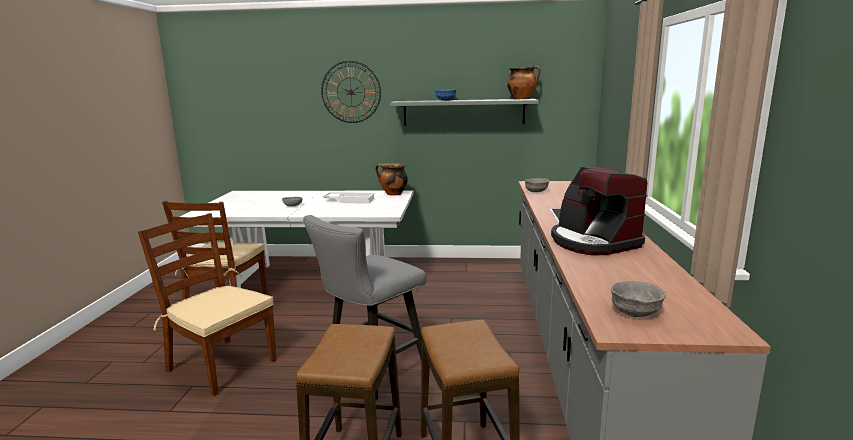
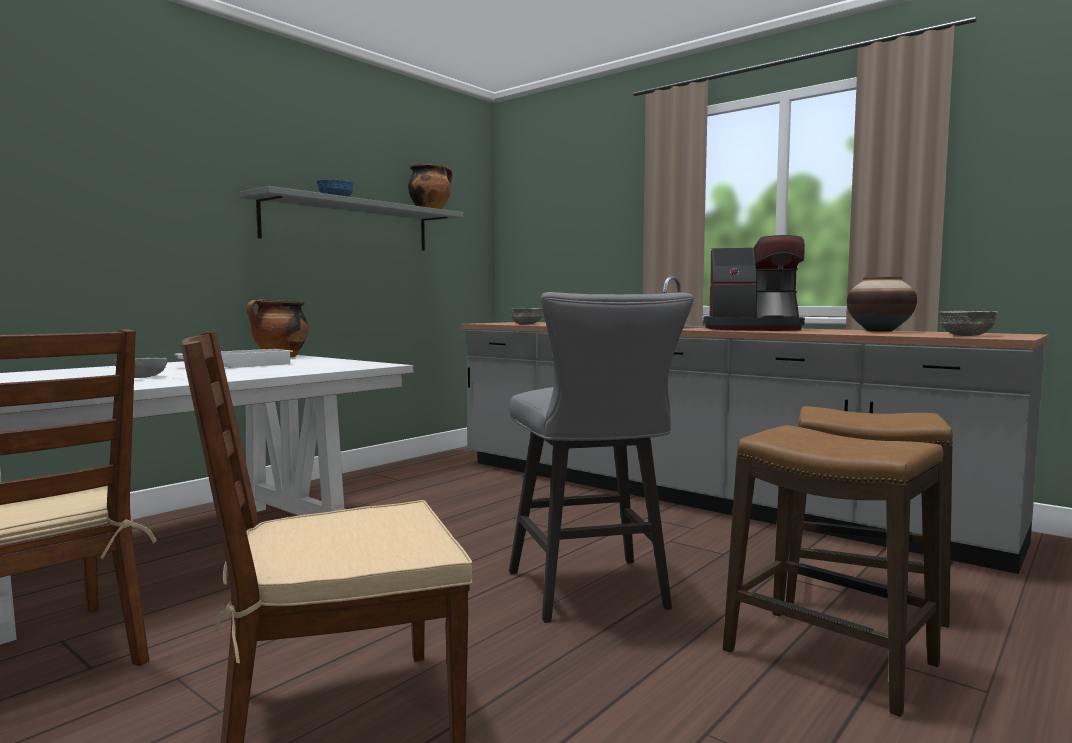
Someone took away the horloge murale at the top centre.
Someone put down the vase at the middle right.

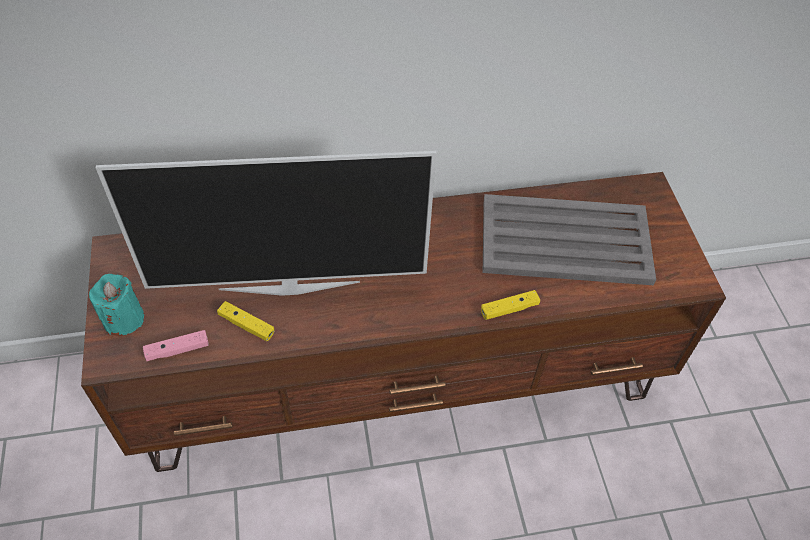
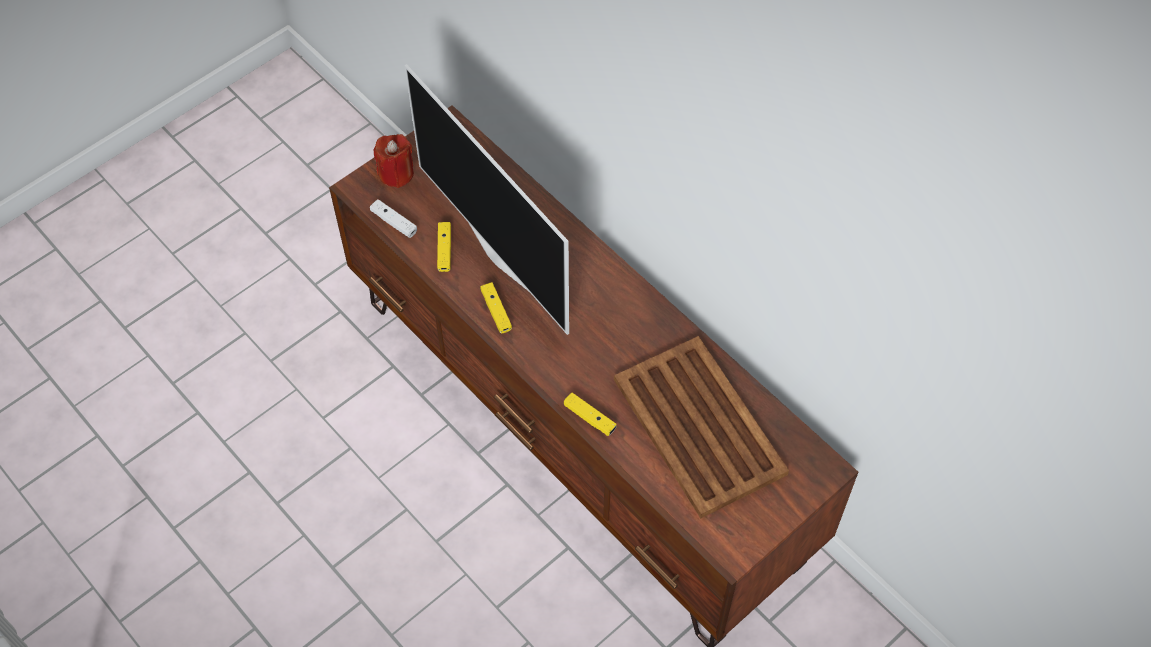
Someone repainted the plateau/gris at the middle right, which became the plateau/marron at the centre.
Someone repainted the bougie/turquoise at the middle left, which became the bougie/rouge at the top centre.
Someone repainted the manette/rose at the middle left, which became the manette/blanc at the centre.
Someone put down the manette/jaune (no. 2 from left) at the centre.

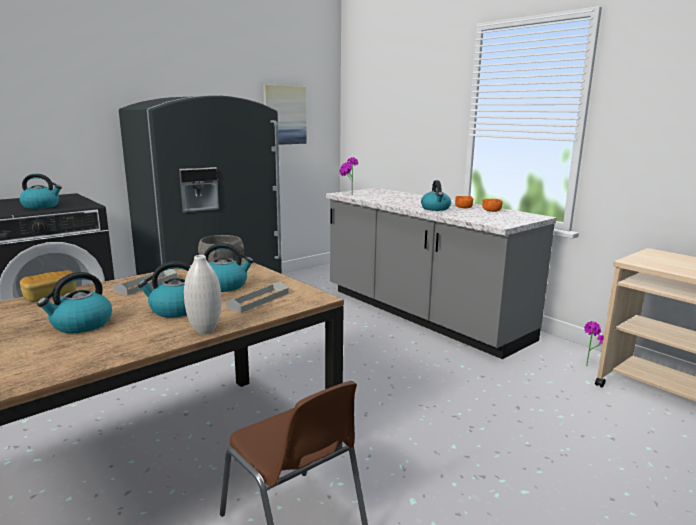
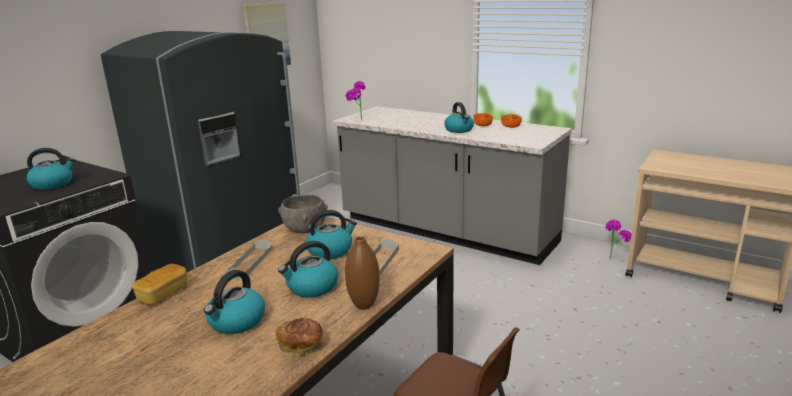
Someone repainted the vase/blanc at the middle left, which became the vase/marron at the bottom centre.
Someone put down the pain (no. 2 from left) at the bottom centre.

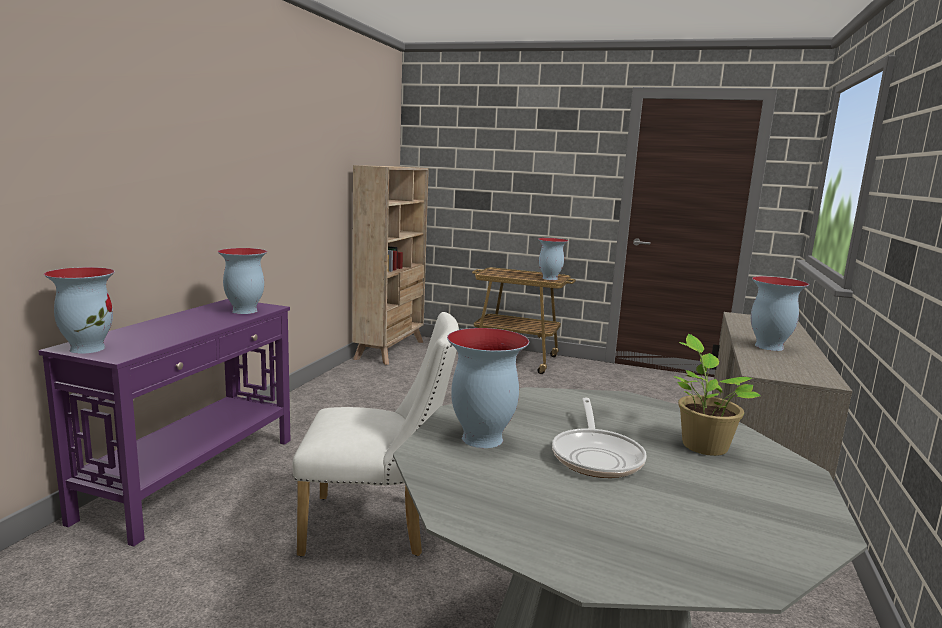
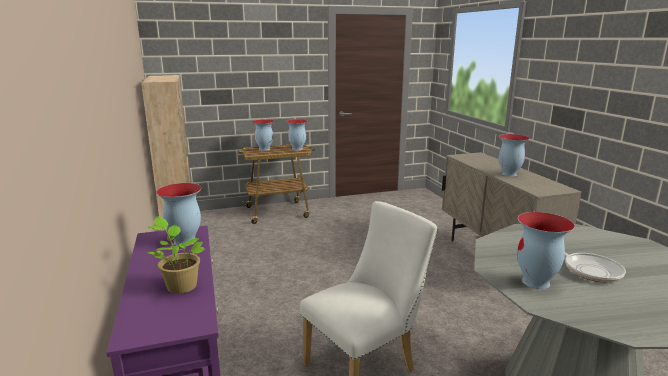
Someone carried the vase (no. 1 from left in the first image) from the middle left to the centre.
Someone carried the plante en pot from the middle right to the bottom left.

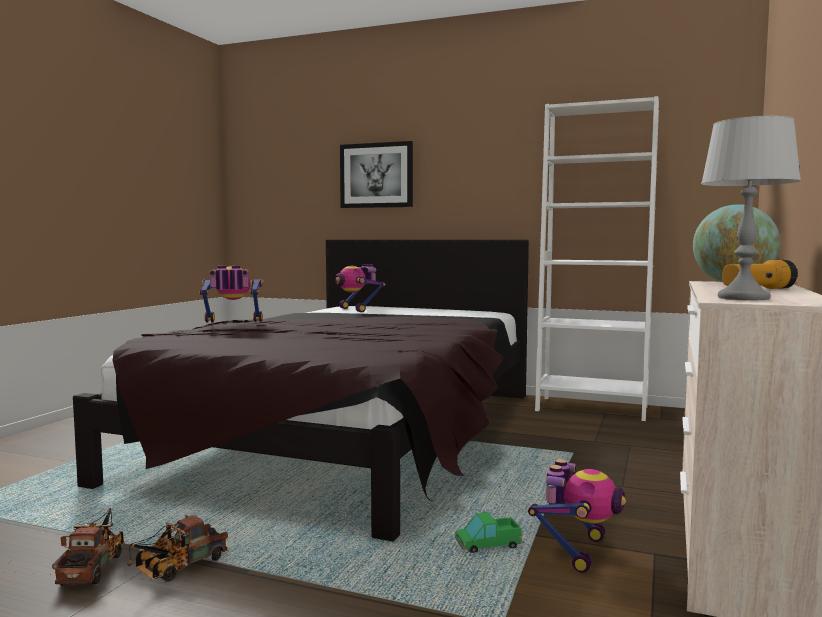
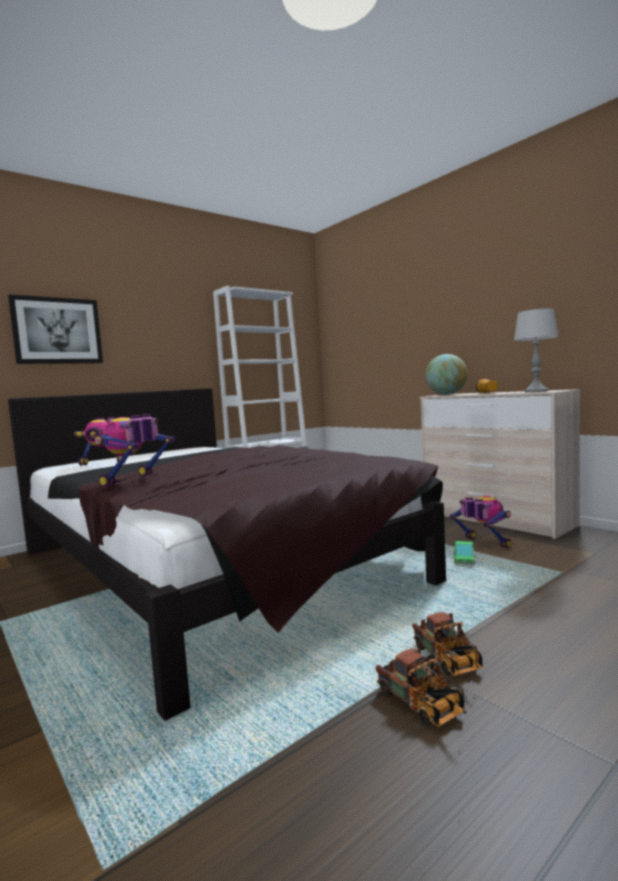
Someone rotated the camion jouet (no. 1 from left) at the bottom left by 150 degrees counterclockwise.

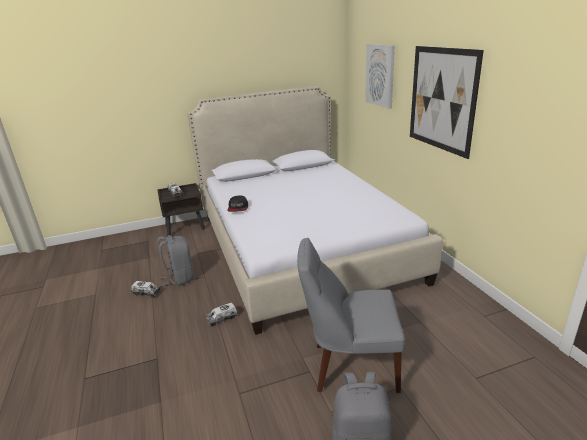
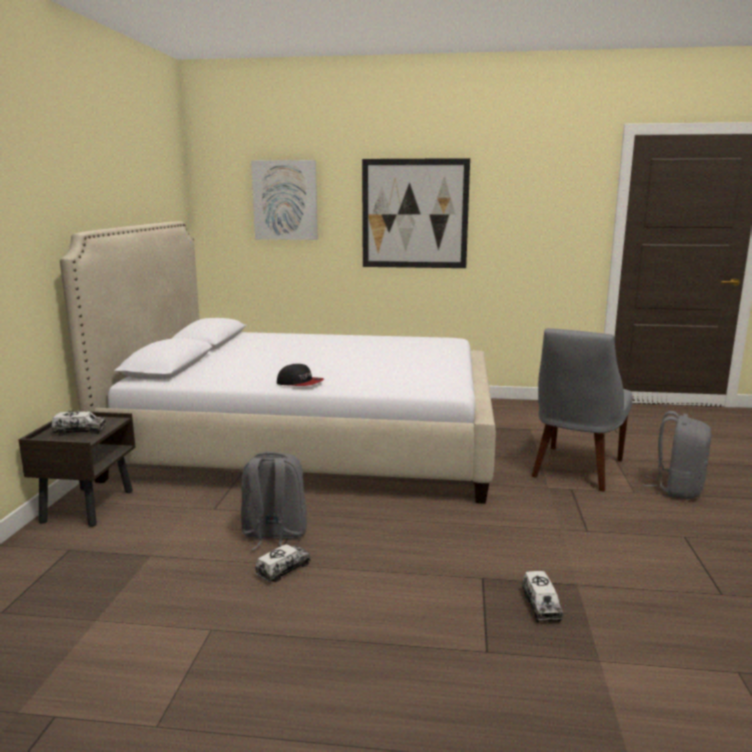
Someone carried the camion jouet (no. 3 from left) from the bottom centre to the bottom right.

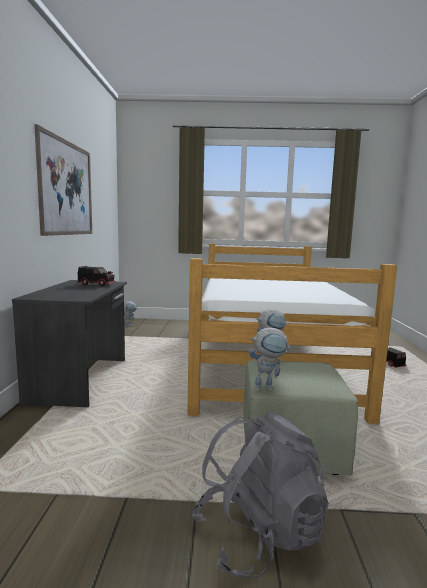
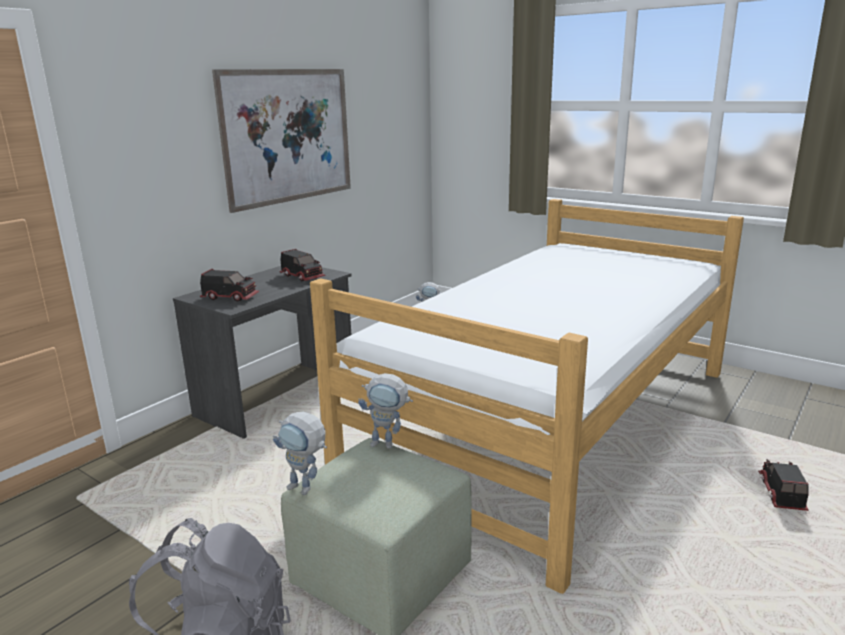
Someone put down the camion jouet (no. 1 from left) at the middle left.

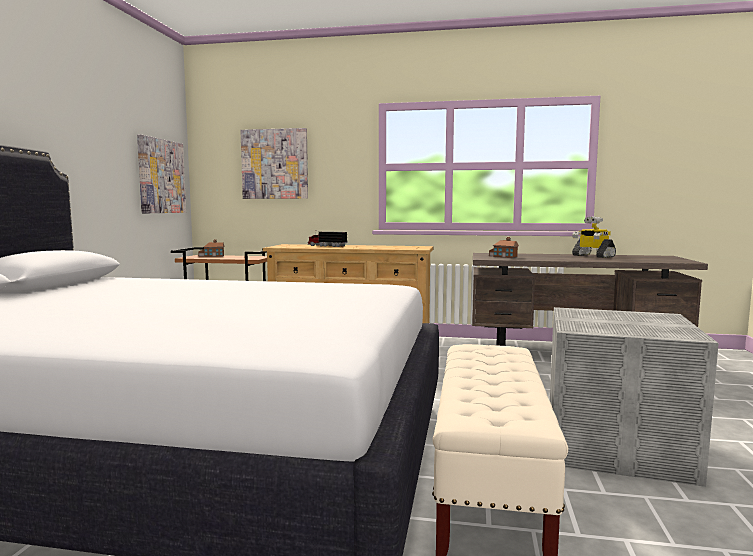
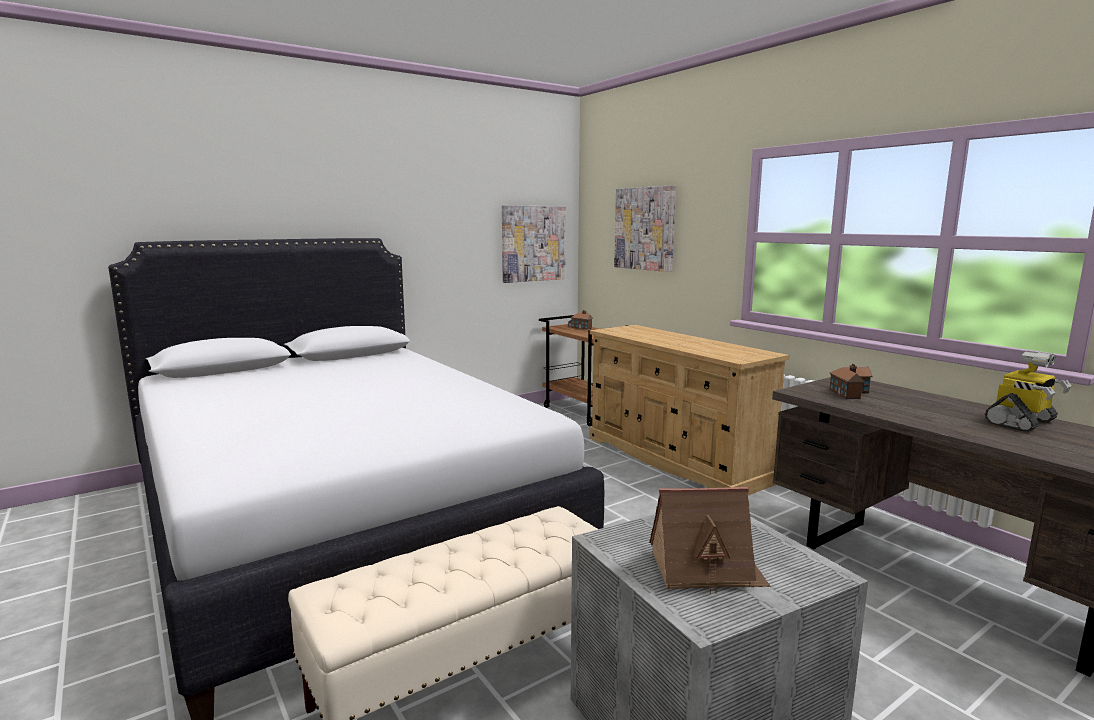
Someone rotated the robot jouet at the middle right by 135 degrees counterclockwise.
Someone took away the camion jouet at the centre.
Someone put down the maison miniature (no. 2 from left) at the bottom centre.

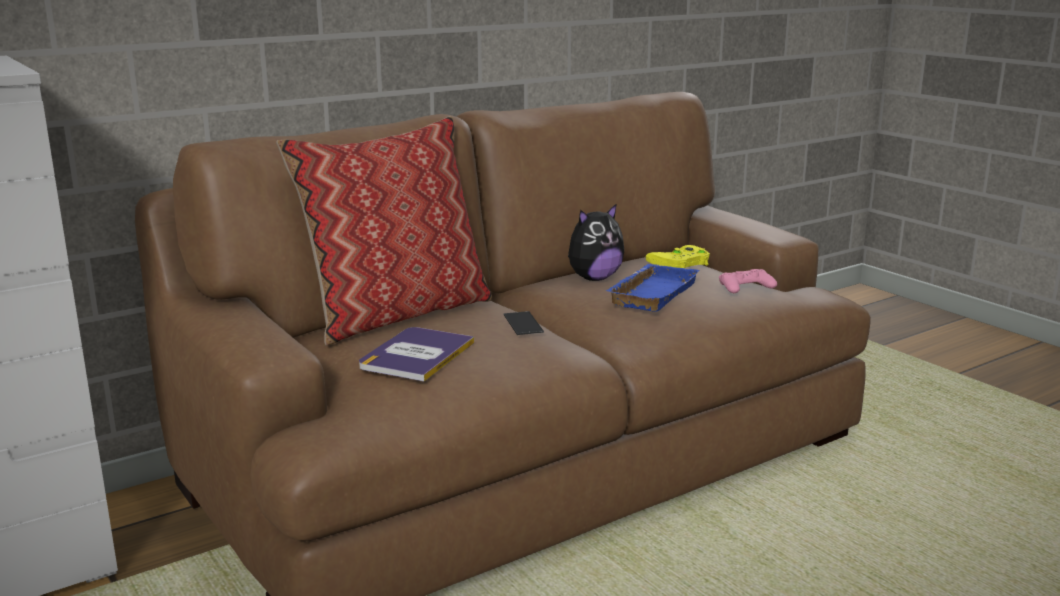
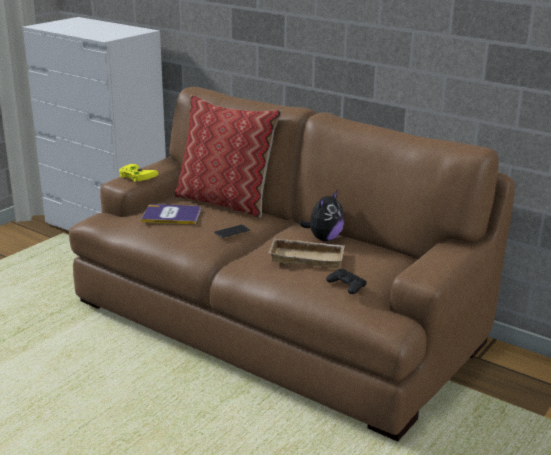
Someone rotated the peluche at the centre by 90 degrees counterclockwise.
Someone carried the manette/jaune from the centre to the middle left.
Someone repainted the plateau/bleu at the centre, which became the plateau/beige at the centre.
Someone repainted the manette/rose at the middle right, which became the manette/noir at the centre.

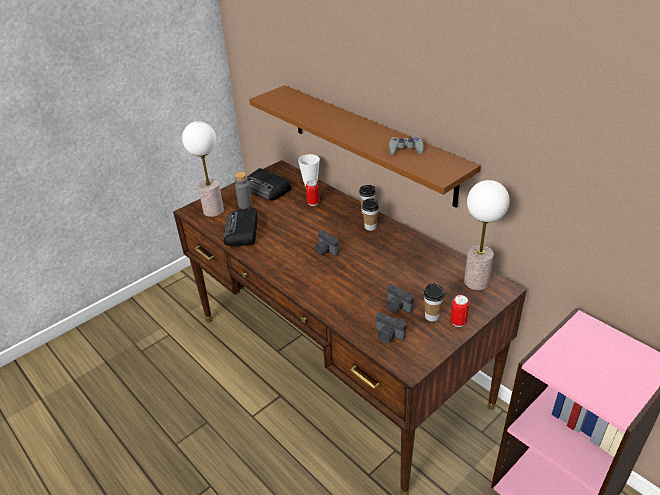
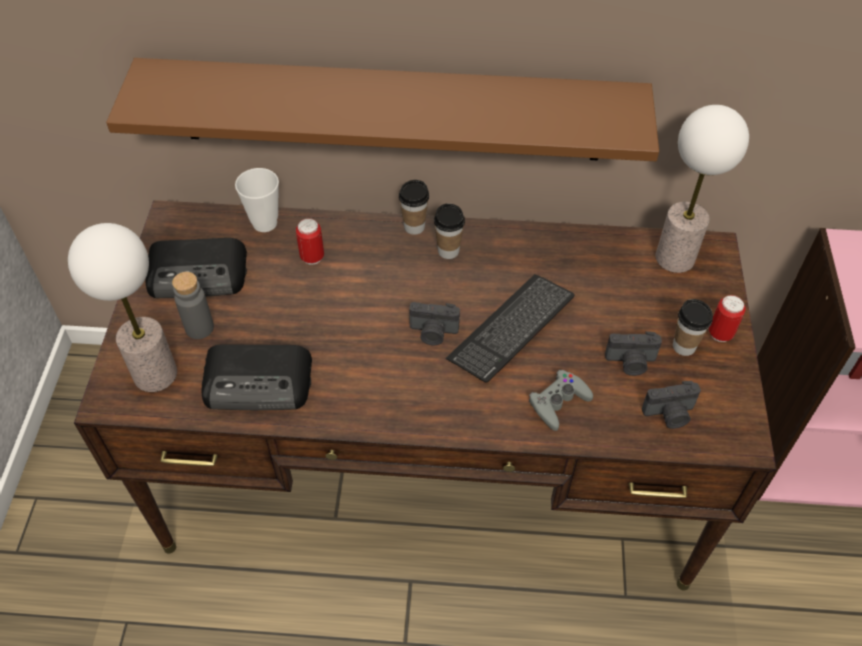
Someone carried the manette/gris from the top centre to the centre.
Someone rotated the radio (no. 1 from left in the first image) at the centre by 45 degrees counterclockwise.
Someone put down the clavier at the centre.

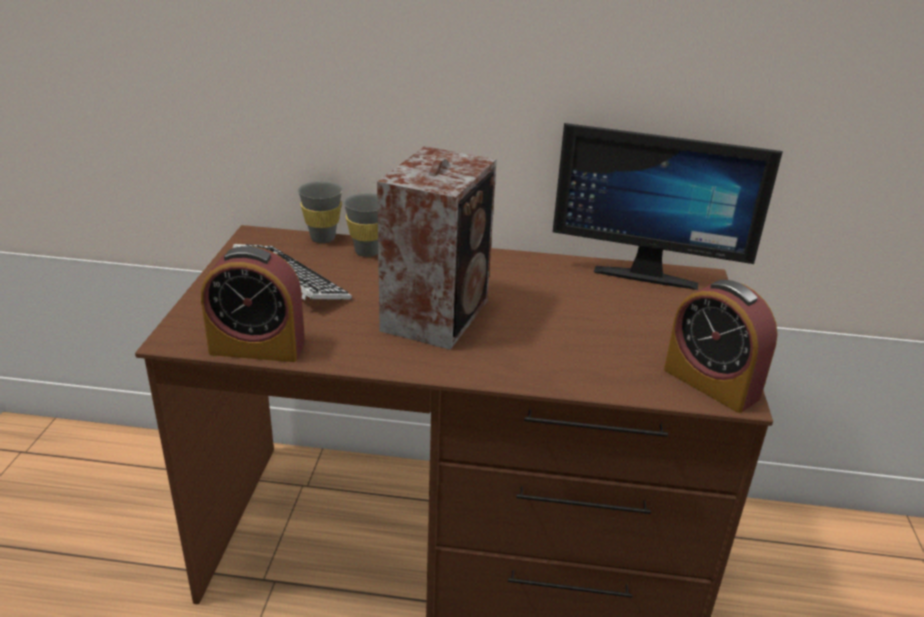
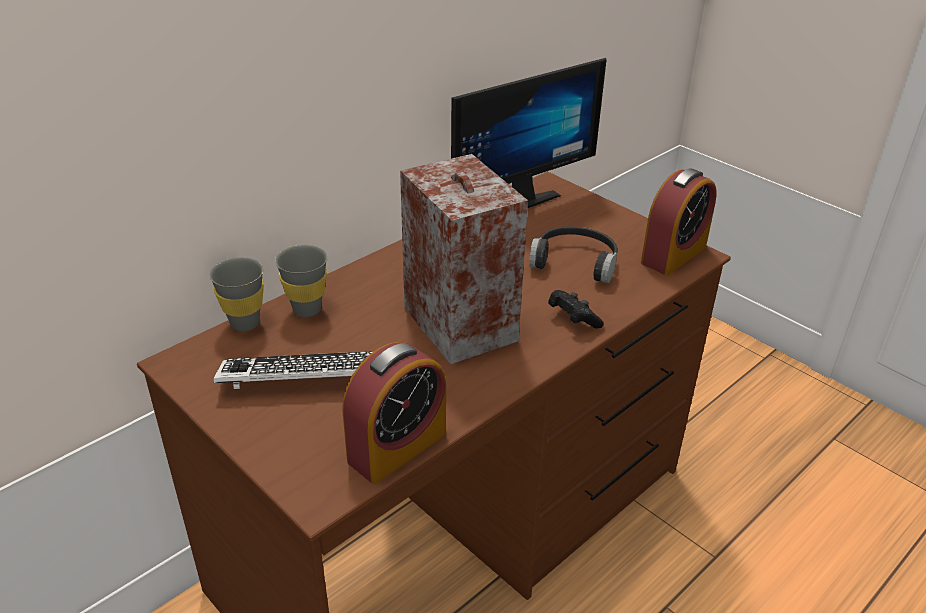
Someone rotated the réveil (no. 2 from left) at the middle right by 45 degrees counterclockwise.
Someone put down the casque audio/noir at the centre.
Someone put down the manette/noir at the centre.

